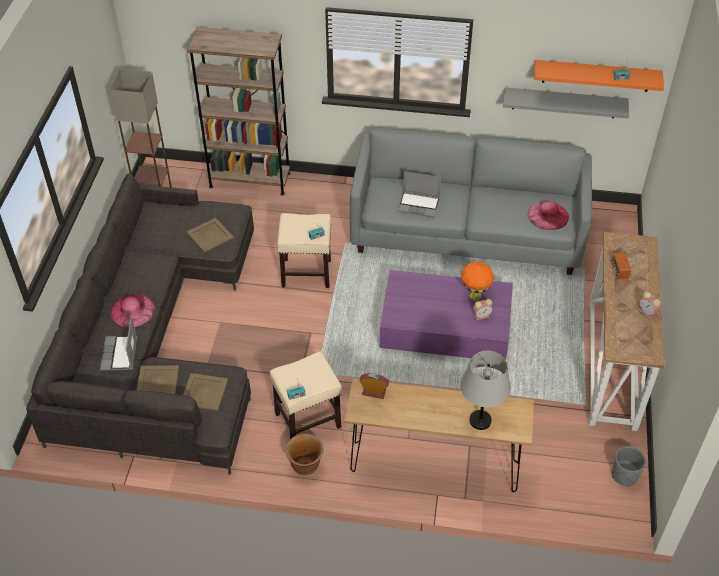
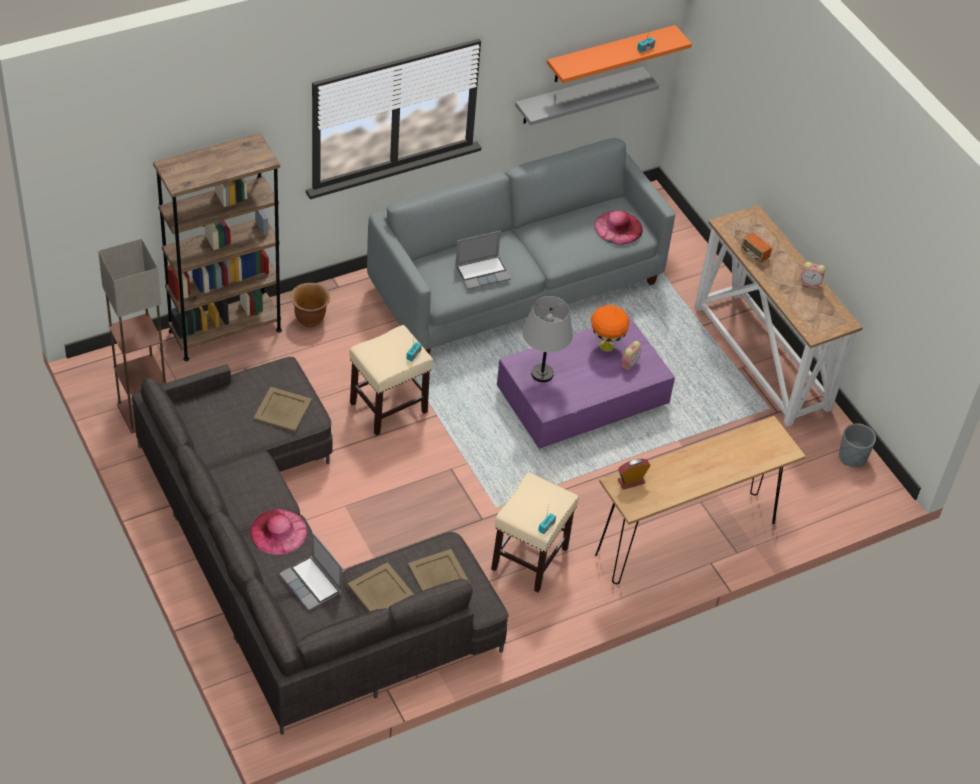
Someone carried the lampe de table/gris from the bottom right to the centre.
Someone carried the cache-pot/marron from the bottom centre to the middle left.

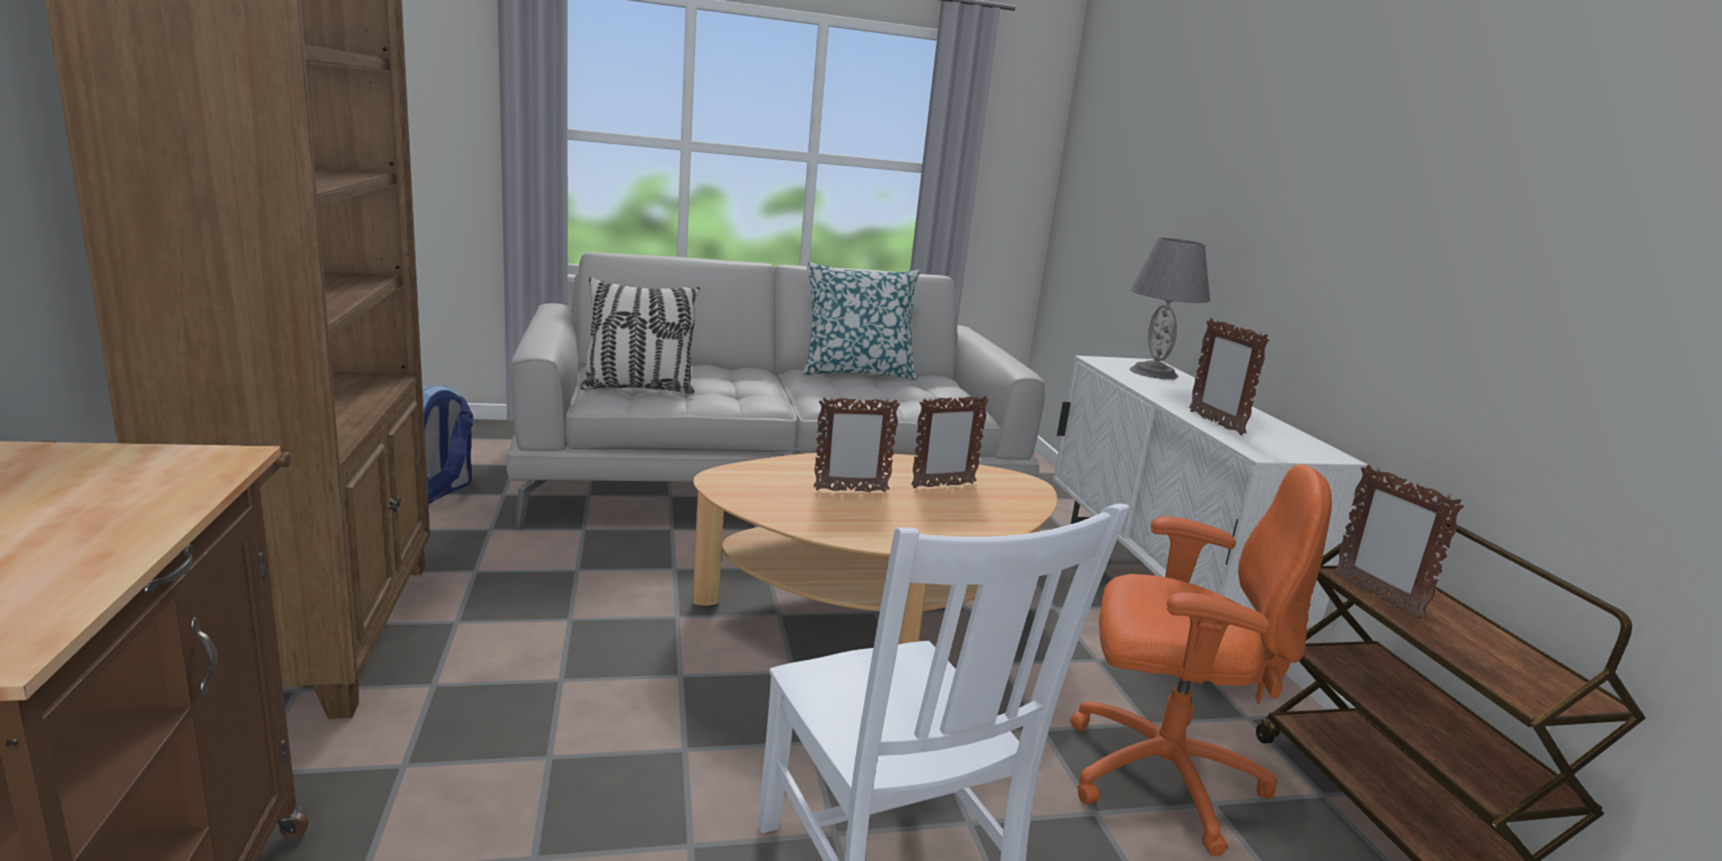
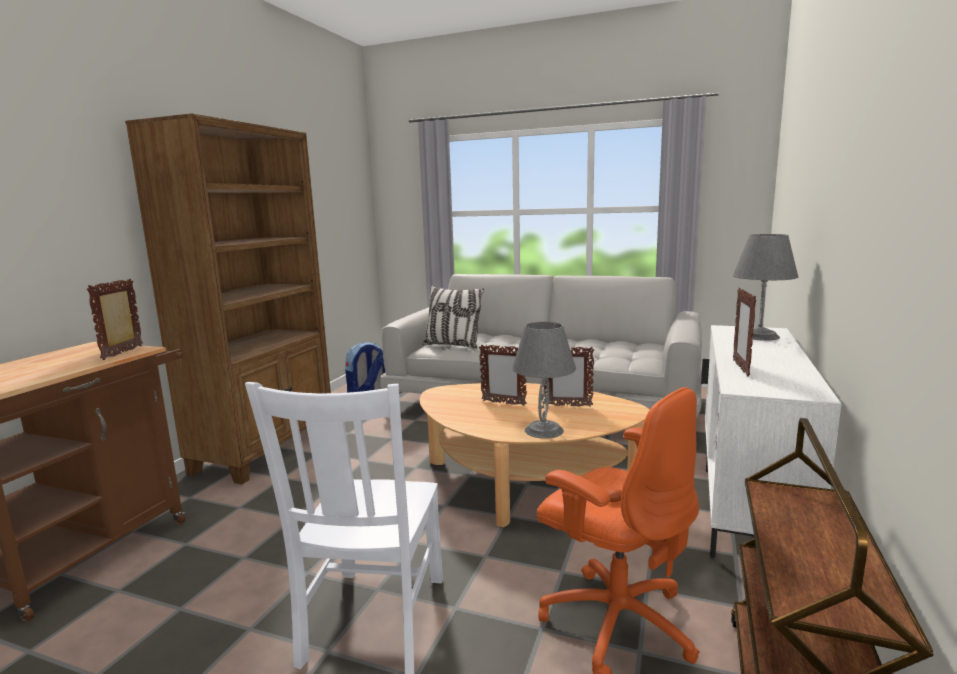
Someone took away the coussin (no. 2 from left) at the centre.
Someone carried the cadre photo (no. 4 from left in the first image) from the middle right to the middle left.
Someone put down the lampe de table/gris (no. 1 from left) at the centre.

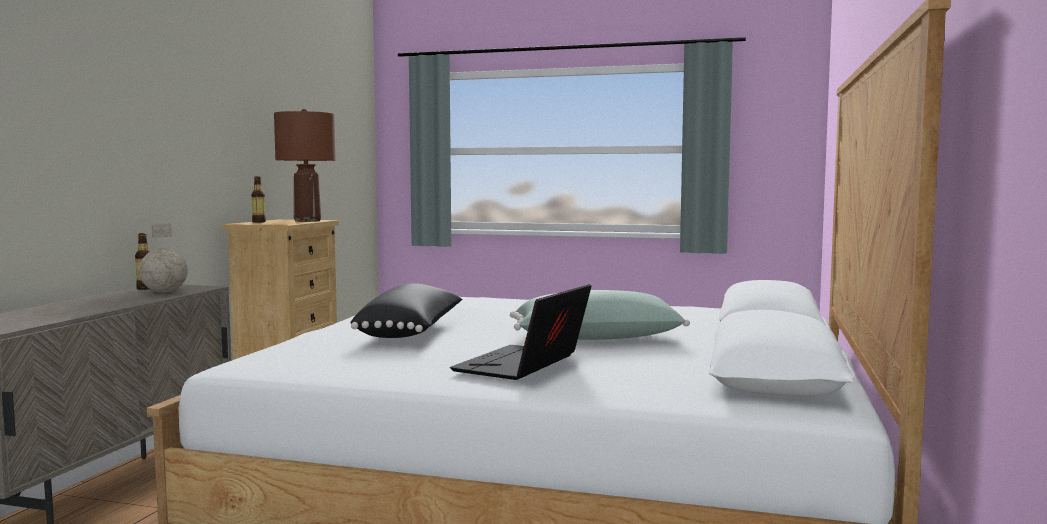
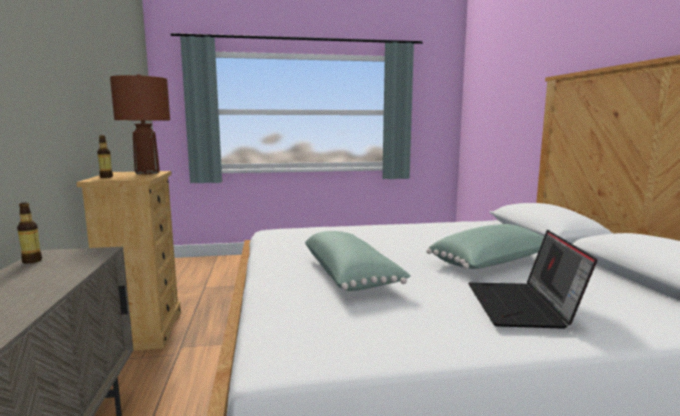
Someone took away the globe at the middle left.
Someone repainted the coussin/noir at the centre, which became the coussin/vert (no. 1 from left) at the centre.

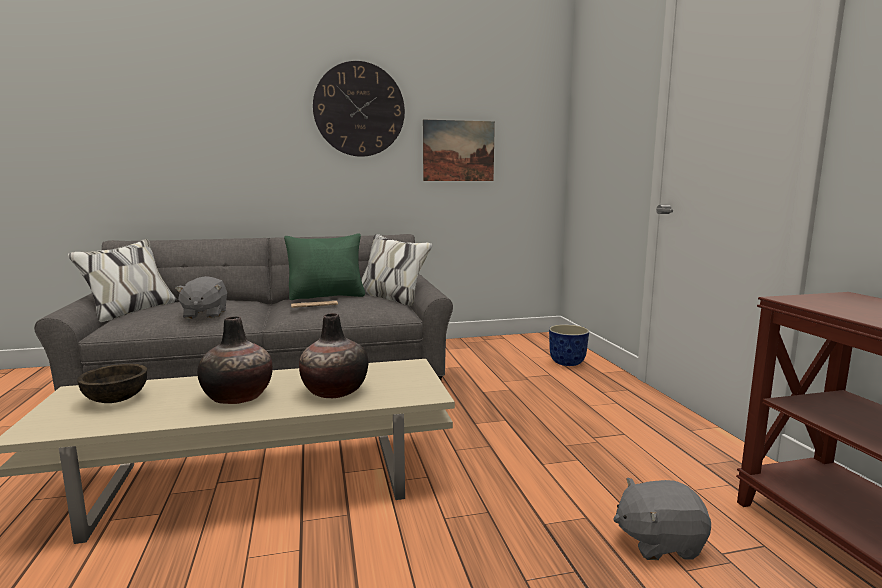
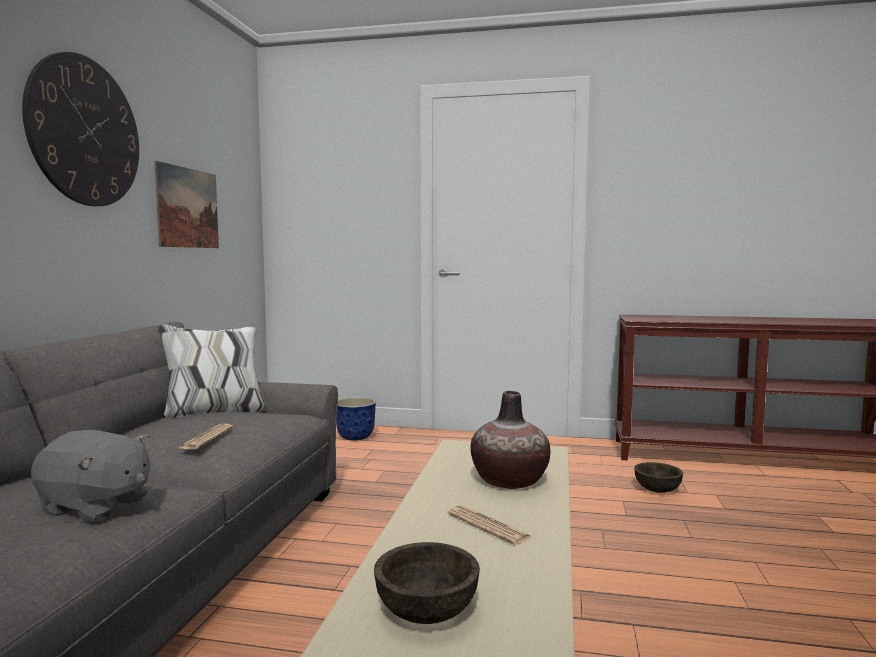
Someone took away the coussin/vert at the centre.
Someone swapped the vase (no. 1 from left) at the middle left for the journal (no. 2 from left) at the bottom centre.
Someone swapped the peluche/gris (no. 2 from left) at the bottom right for the bol/marron (no. 2 from left) at the bottom right.

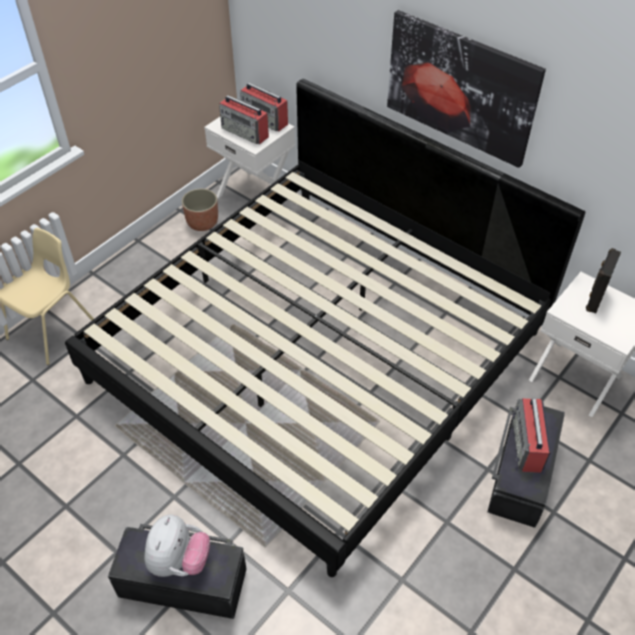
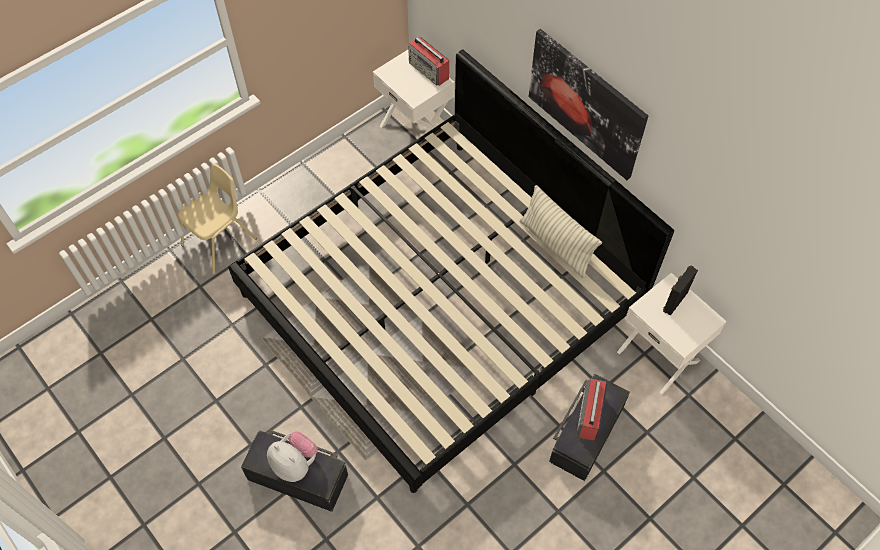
Someone took away the radio (no. 1 from left) at the top centre.
Someone took away the cache-pot at the top left.
Someone rotated the peluche at the bottom left by 75 degrees counterclockwise.
Someone put down the coussin at the centre.

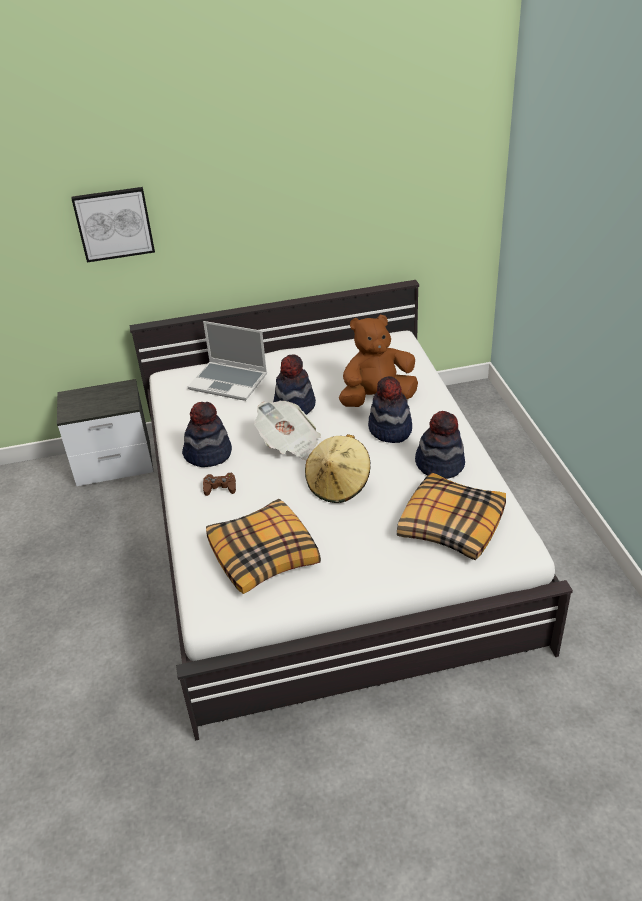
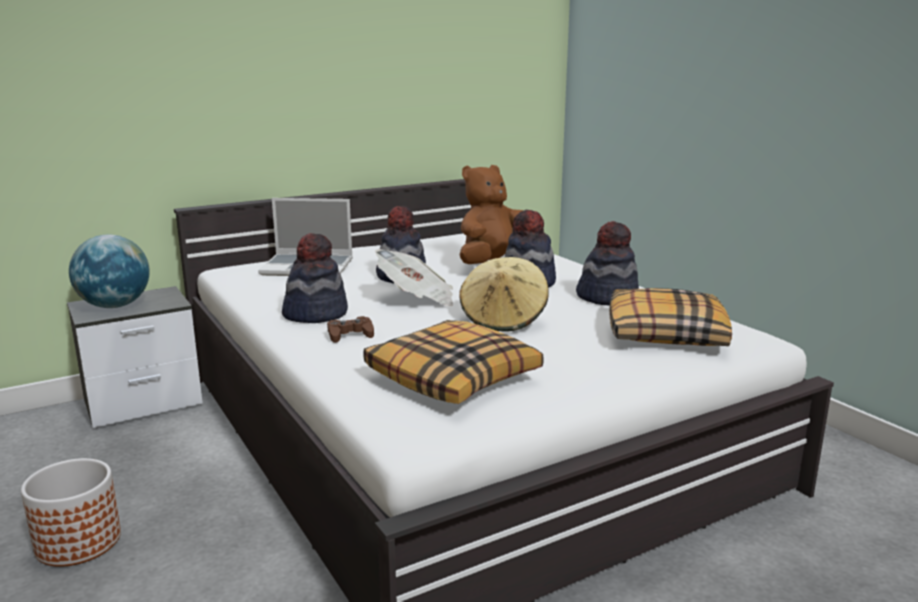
Someone took away the tableau at the top left.
Someone put down the globe at the middle left.
Someone put down the cache-pot at the bottom left.

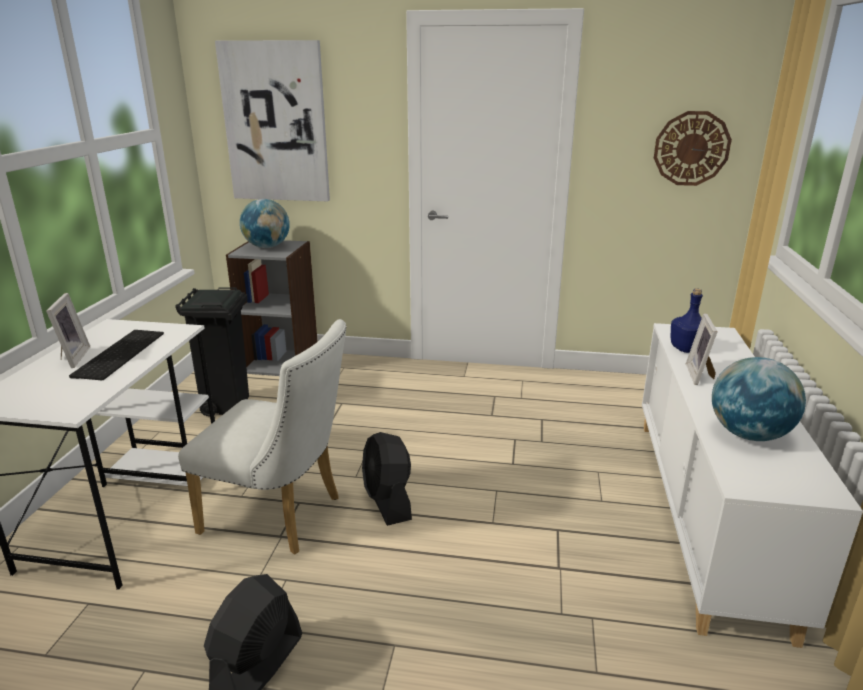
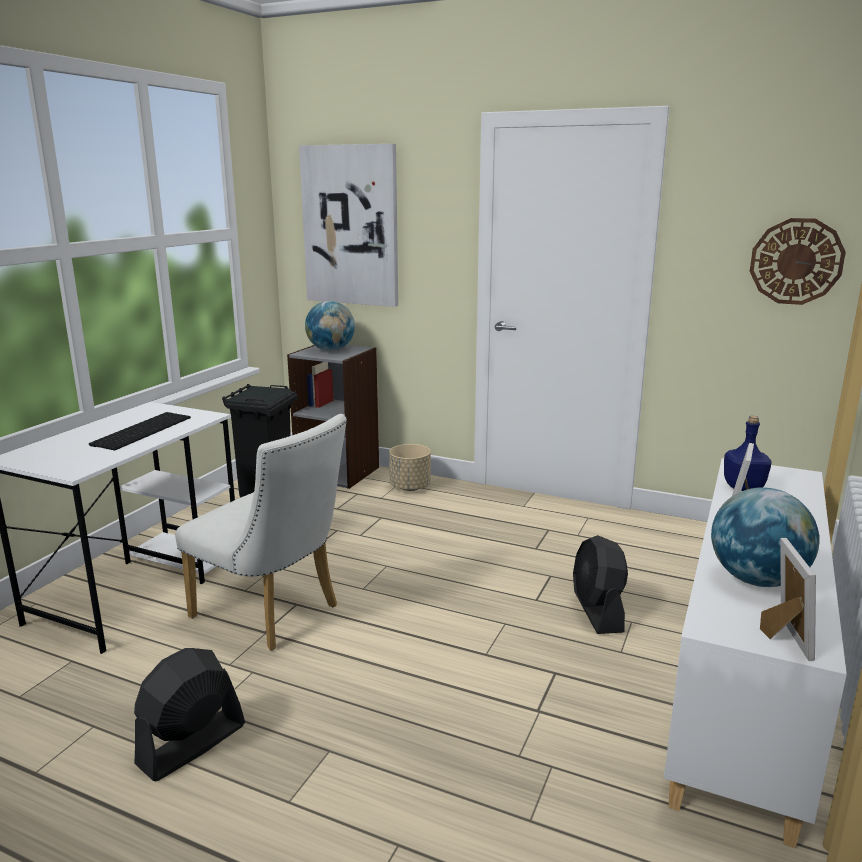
Someone carried the cadre photo (no. 1 from left in the first image) from the middle left to the bottom right.
Someone carried the ventilateur/noir (no. 2 from left) from the bottom centre to the bottom right.
Someone put down the cache-pot/beige at the centre.

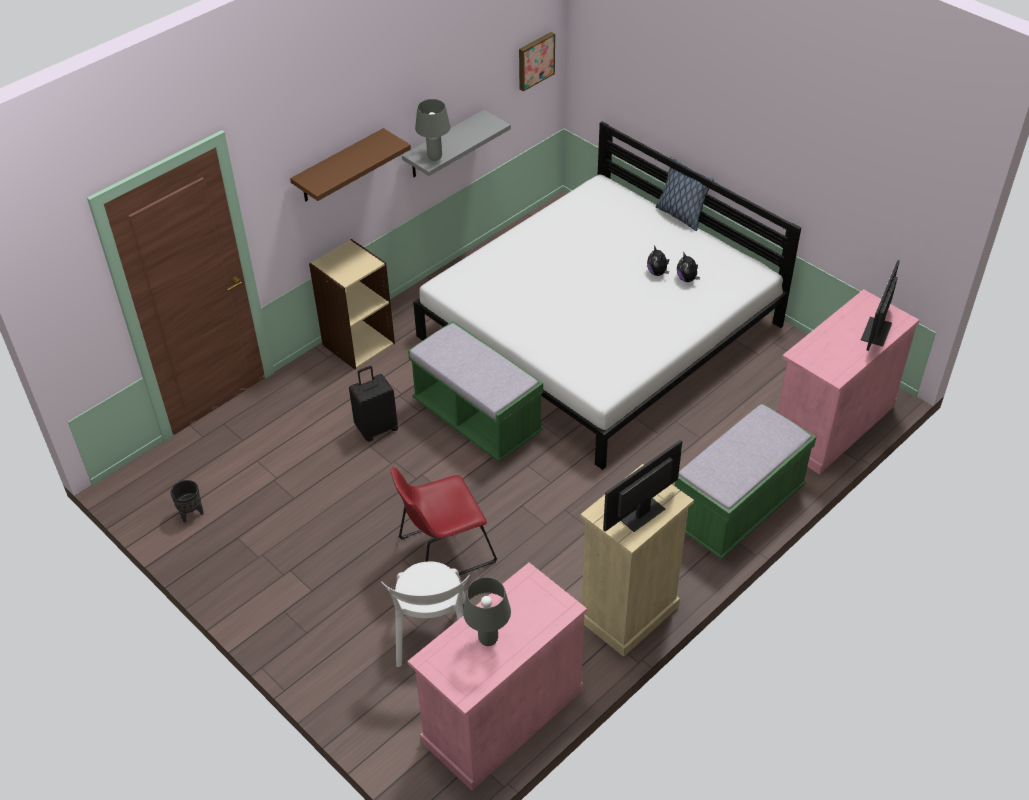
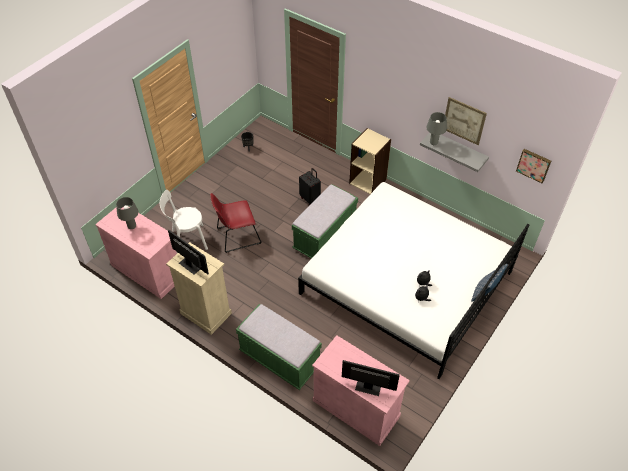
Someone took away the étagère/marron at the top centre.
Someone rotated the chaise/rouge at the centre by 75 degrees counterclockwise.
Someone put up the tableau (no. 1 from left) at the top right.

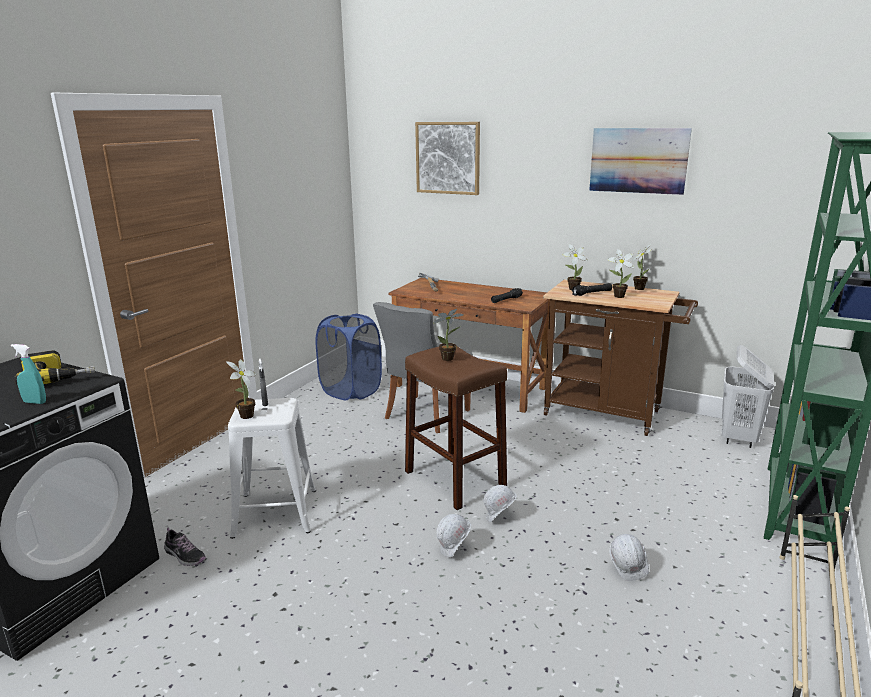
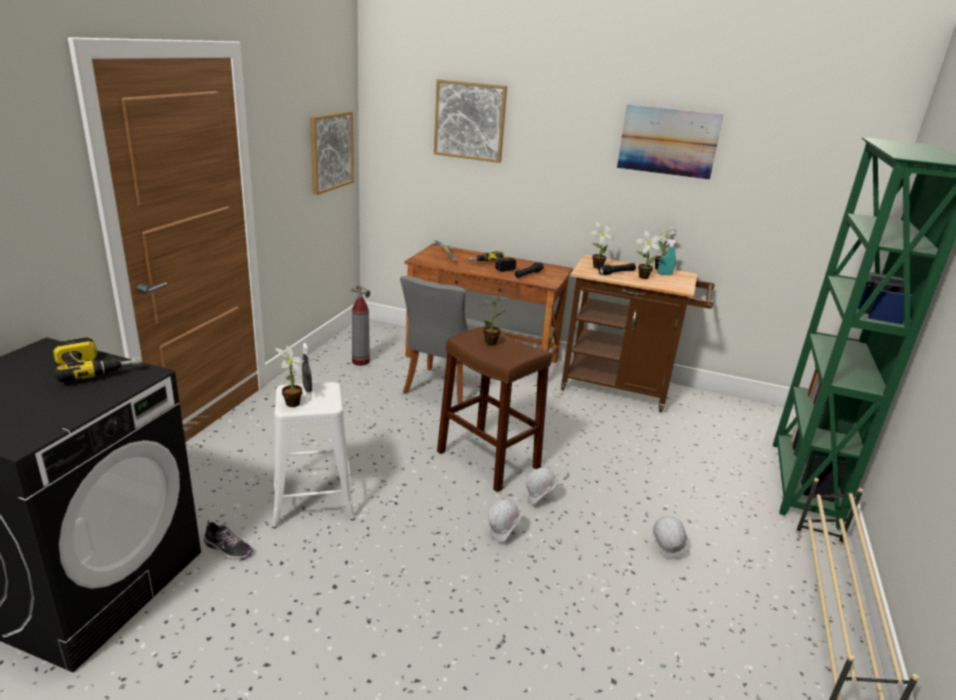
Someone swapped the panier à linge/bleu at the centre for the extincteur at the centre.
Someone carried the vaporisateur/turquoise from the middle left to the middle right.
Someone took away the panier à linge/blanc at the middle right.
Someone put up the tableau (no. 1 from left) at the top centre.
Someone put down the perceuse (no. 2 from left) at the centre.

